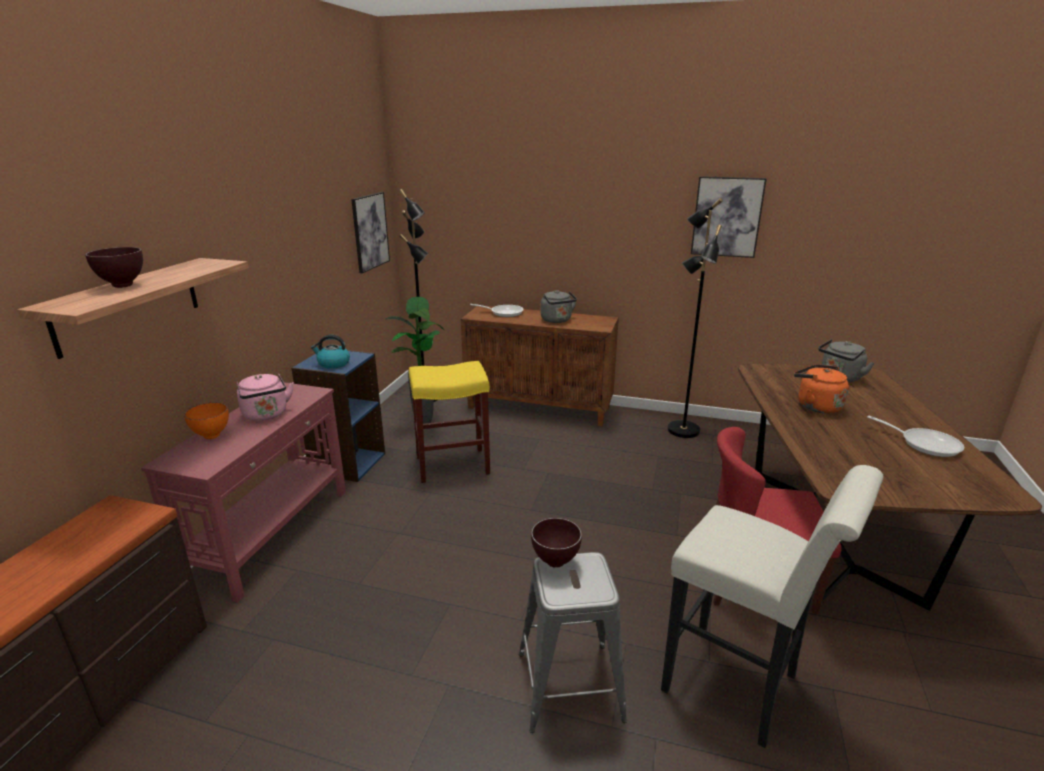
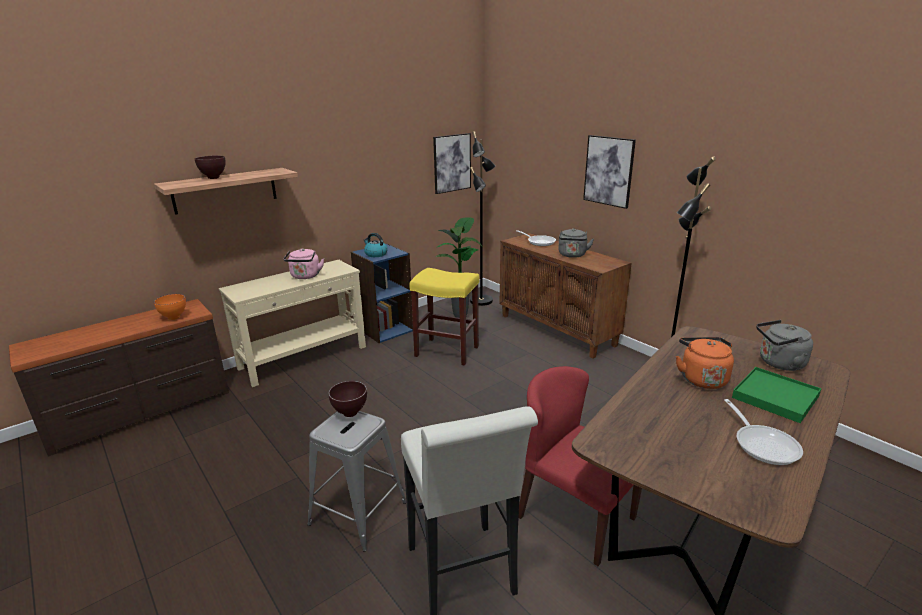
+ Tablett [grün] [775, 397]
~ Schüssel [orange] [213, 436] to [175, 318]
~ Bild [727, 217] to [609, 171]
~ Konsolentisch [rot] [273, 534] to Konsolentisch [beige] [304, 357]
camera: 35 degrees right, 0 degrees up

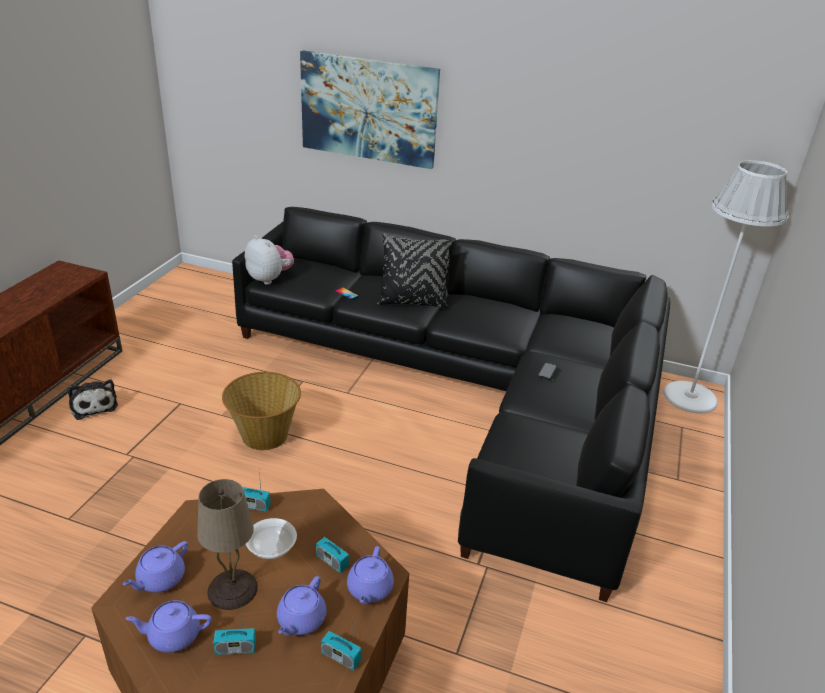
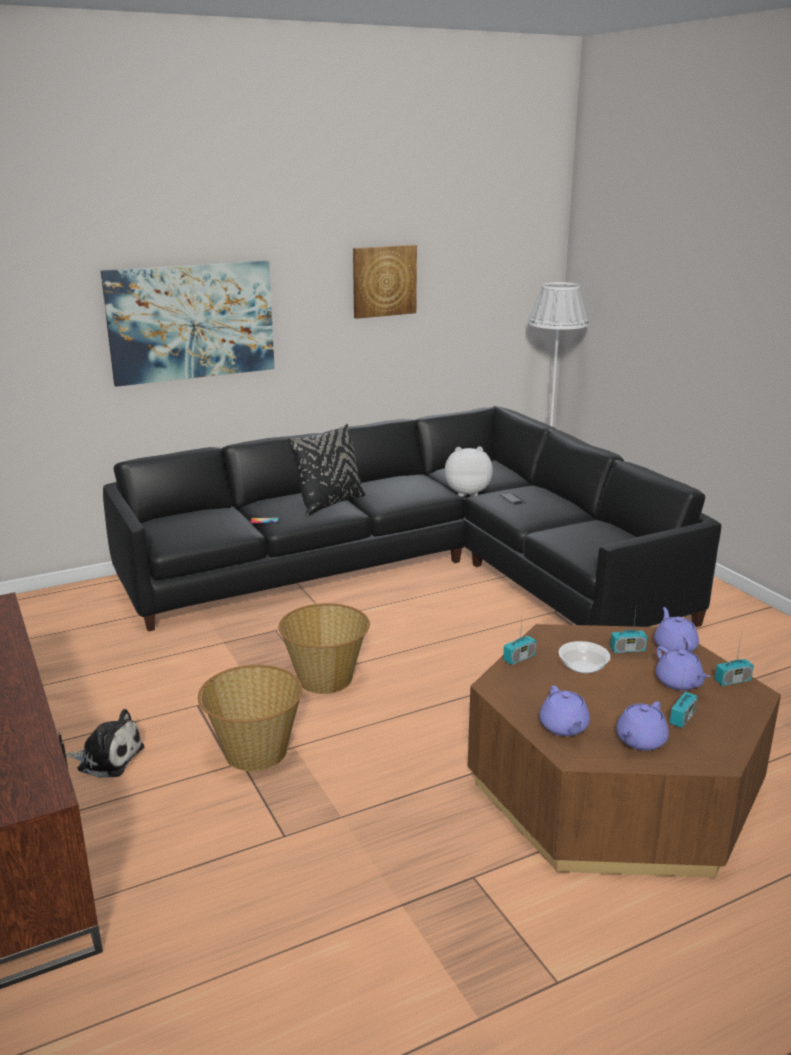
- Tischlampe [beige] [231, 590]
+ Korb [254, 752]
+ Bild [384, 281]
~ Plüschtier [269, 279] to [467, 492]
~ Teekanne [lila] [369, 589] = [674, 646] 150 degrees counterclockwise
camera: 45 degrees left, 10 degrees down

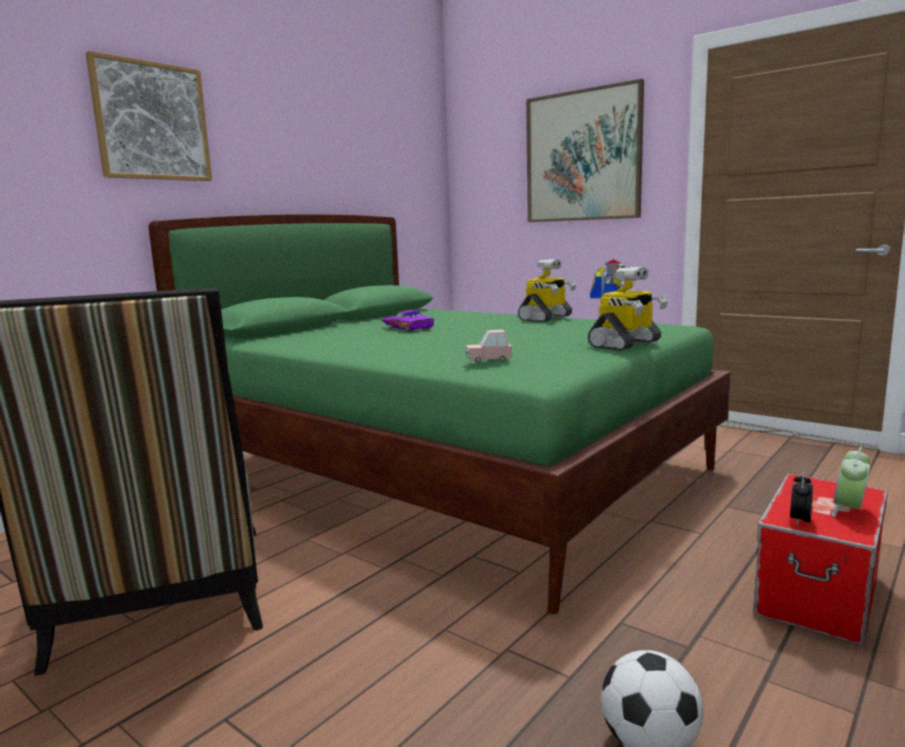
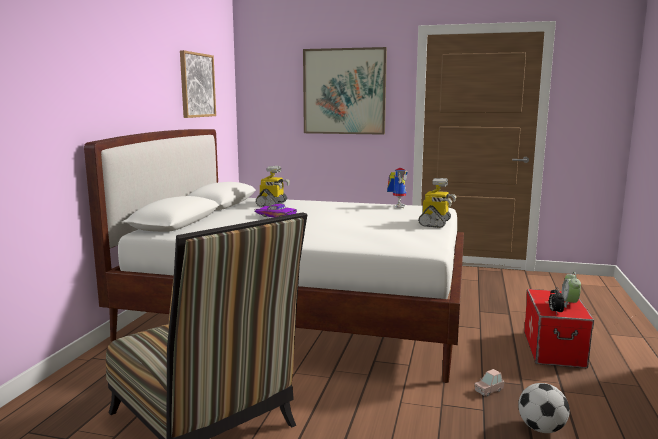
~ Bild [151, 122] to [197, 85]
~ Spielzeugauto [rosa] [489, 360] to [488, 391]
~ Spielzeugroboter [546, 318] to [272, 204]
~ Bett [grün] [446, 471] to Bett [weiß] [303, 312]
camera: 25 degrees left, 0 degrees up

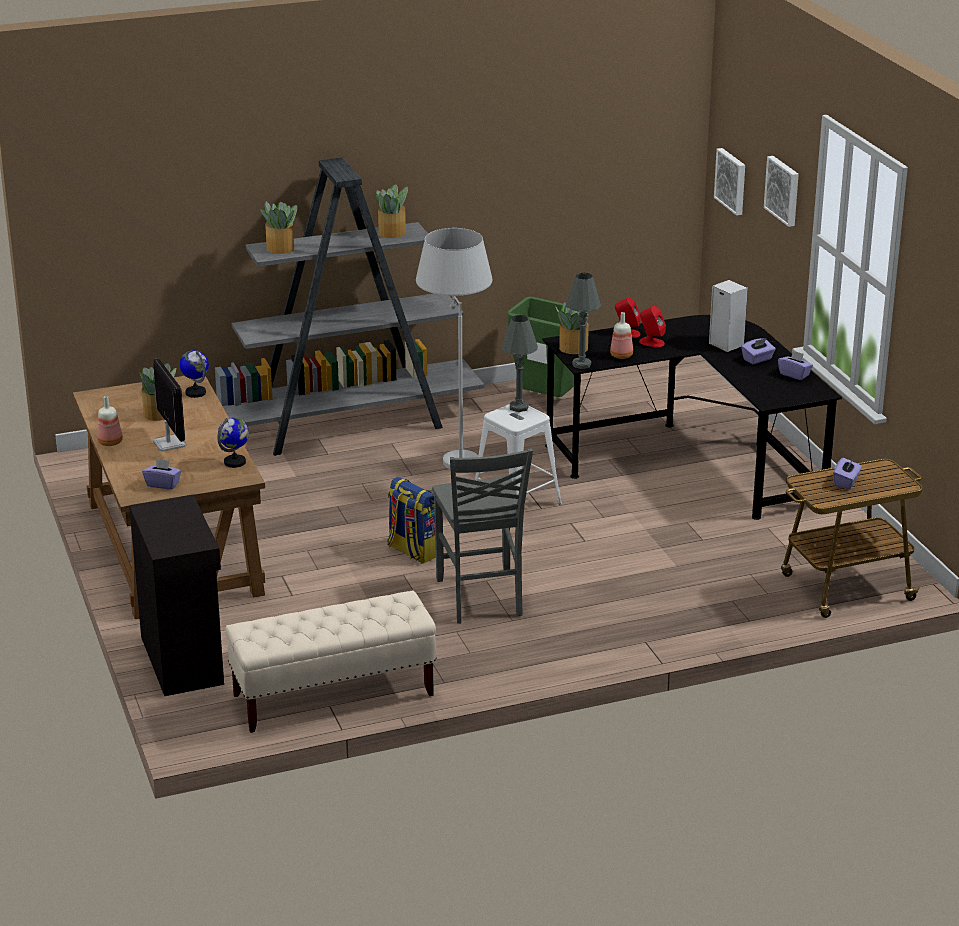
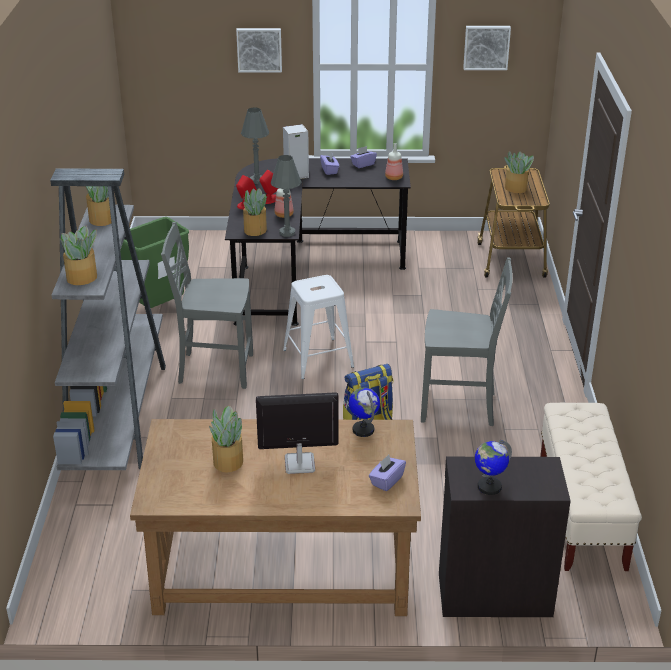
~ Flasche [110, 442] to [393, 177]
~ Globus [195, 392] to [489, 487]
~ Tischlampe [grau] [519, 407] to [257, 180]
~ Bild [732, 181] to [486, 47]
~ Stehlampe [weiß] [455, 453] to Stuhl [grau] [214, 369]
~ Taschentuchbox [lila] [846, 482] to Topfpflanze [516, 188]
camera: 70 degrees left, 5 degrees up

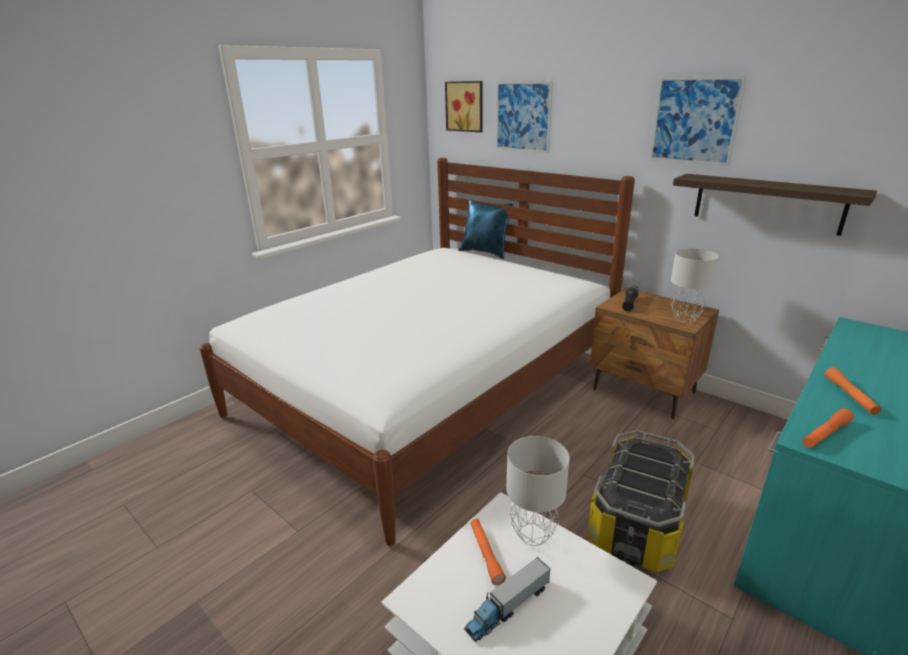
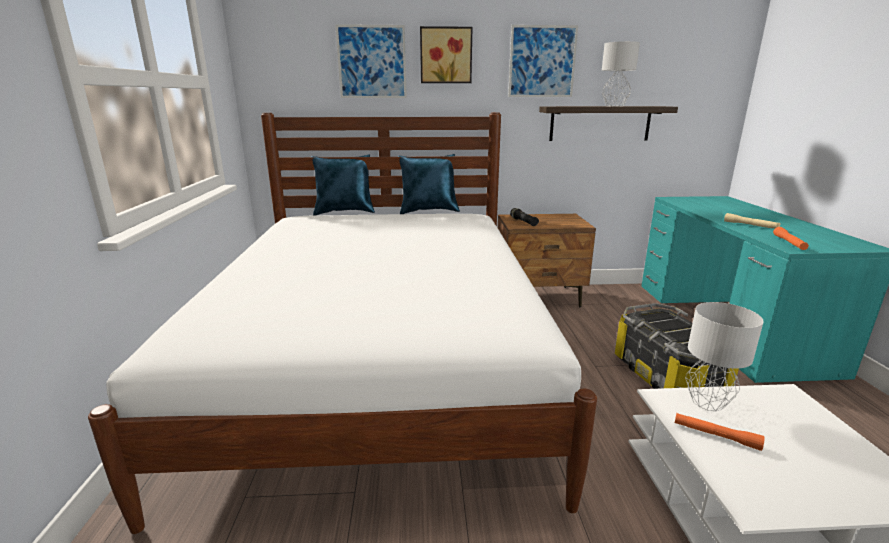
- Spielzeuglaster [508, 607]
+ Kissen [blau] [429, 211]
~ Bild [465, 106] to [445, 55]
~ Tischlampe [grau] [685, 318] to [615, 106]
~ Taschenlampe [orange] [850, 396] to Taschenlampe [beige] [750, 225]
camera: 45 degrees left, 5 degrees down

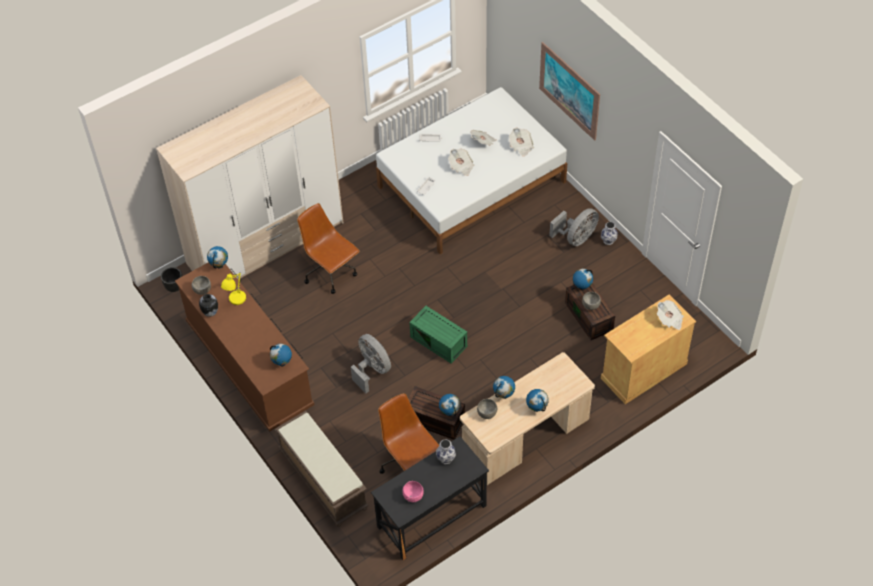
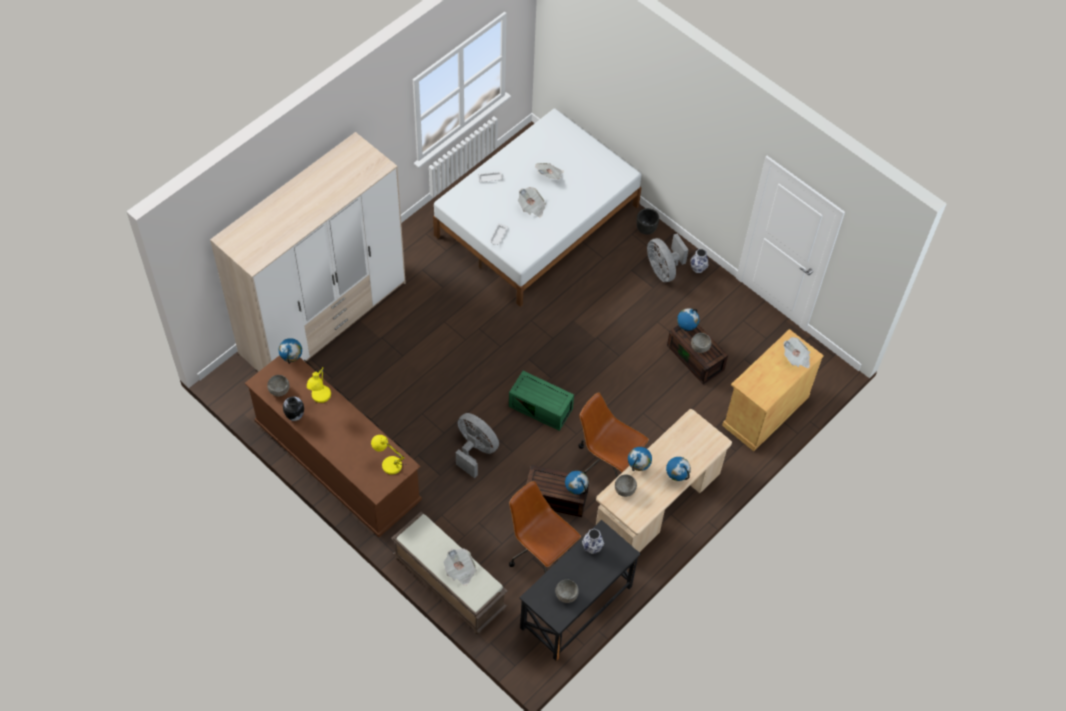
- Bild [569, 90]
~ Pflanzkübel [schwarz] [174, 287] to [646, 229]
~ Bürostuhl [braun] [331, 273] to [607, 462]
~ Zeitung [521, 146] to [460, 570]
~ Globus [282, 363] to Tischlampe [gelb] [389, 464]
~ Schüssel [rosa] [413, 496] to Schüssel [grau] [566, 595]
~ Ventilator [grau] [576, 238] = [663, 269] 120 degrees clockwise
camera: 15 degrees left, 5 degrees up

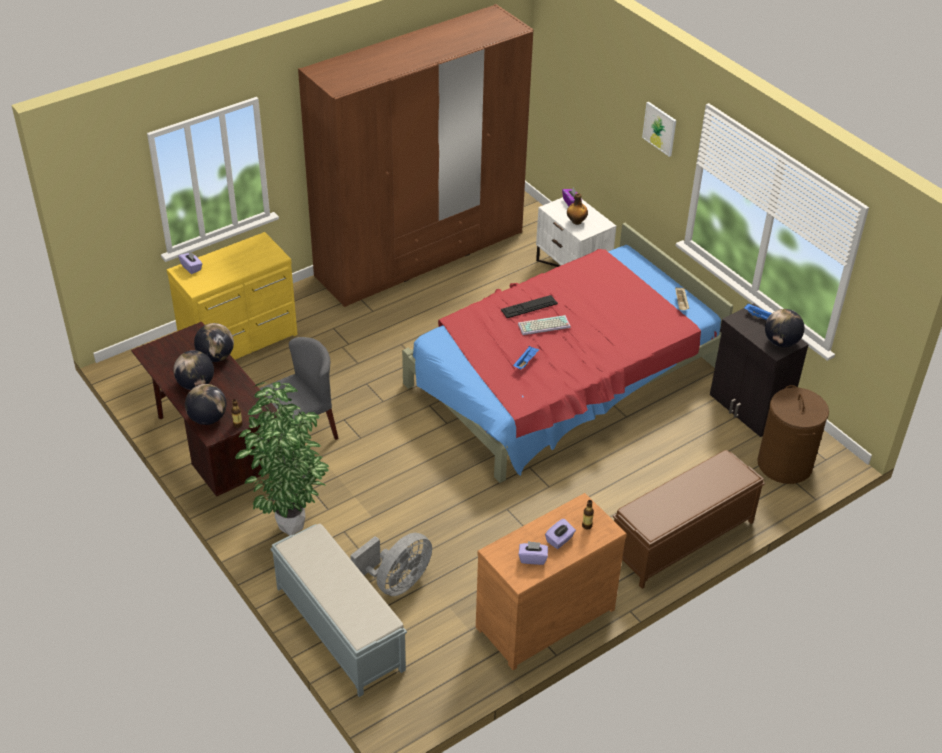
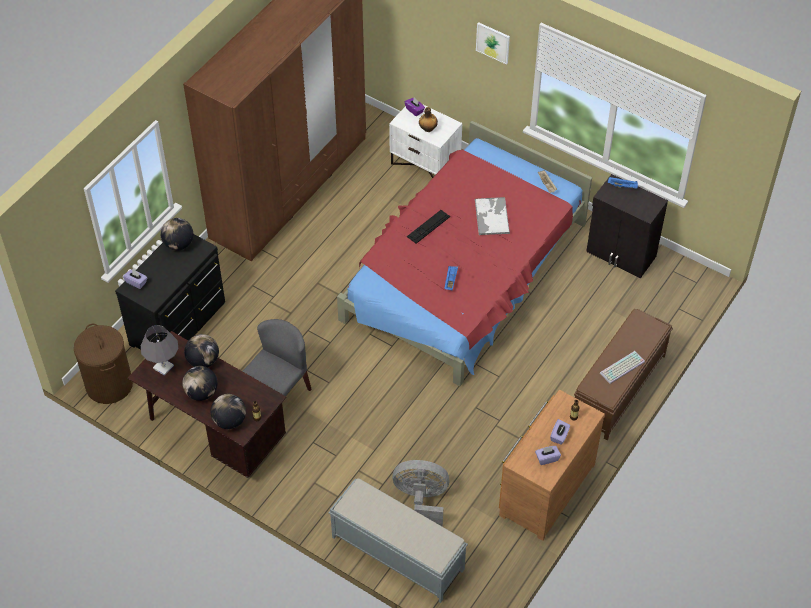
- Topfpflanze [290, 529]
+ Tischlampe [grau] [163, 367]
+ Tablett [491, 216]
~ Tastatur [543, 326] to [622, 368]
~ Wäschekorb [braun] [785, 464] to [109, 385]
~ Globus [781, 342] to [178, 244]
~ Kommode [gelb] [241, 341] to Kommode [schwarz] [180, 323]
~ Ventilator [grau] [396, 582] = [422, 500] 105 degrees counterclockwise
camera: 20 degrees left, 10 degrees up

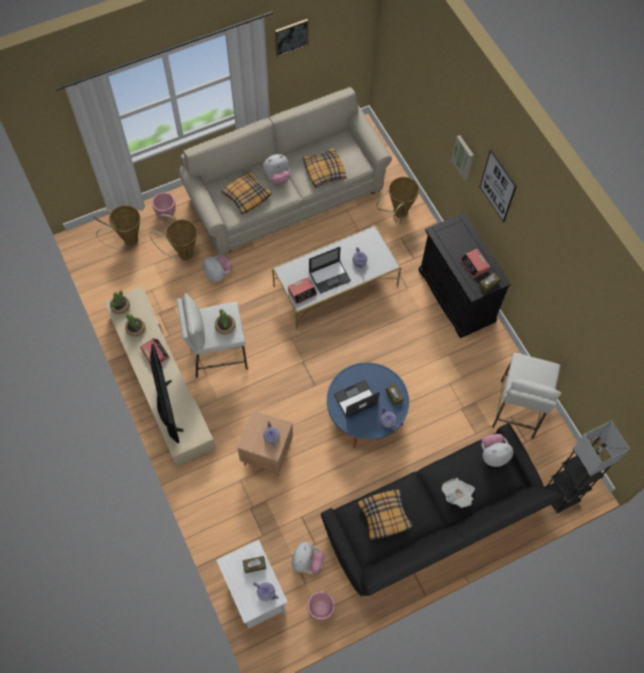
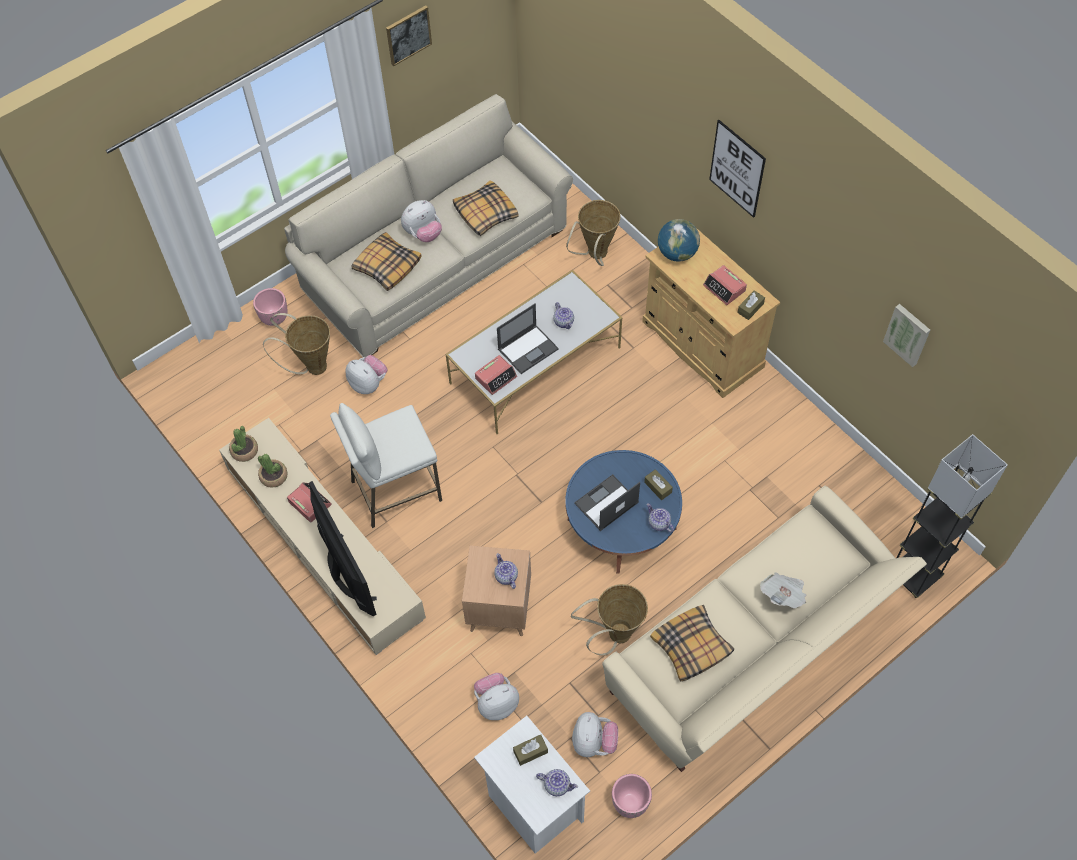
- Topfpflanze [225, 326]
- Hocker [weiß] [517, 409]
+ Globus [677, 253]
~ Korb [127, 241] to [614, 636]
~ Bild [463, 157] to [908, 334]
~ Plüschtier [493, 454] to [496, 703]
~ Sofa [schwarz] [432, 525] to Sofa [beige] [752, 652]
~ Schrank [schwarz] [456, 296] to Schrank [beige] [702, 344]
camera: 10 degrees left, 5 degrees down

